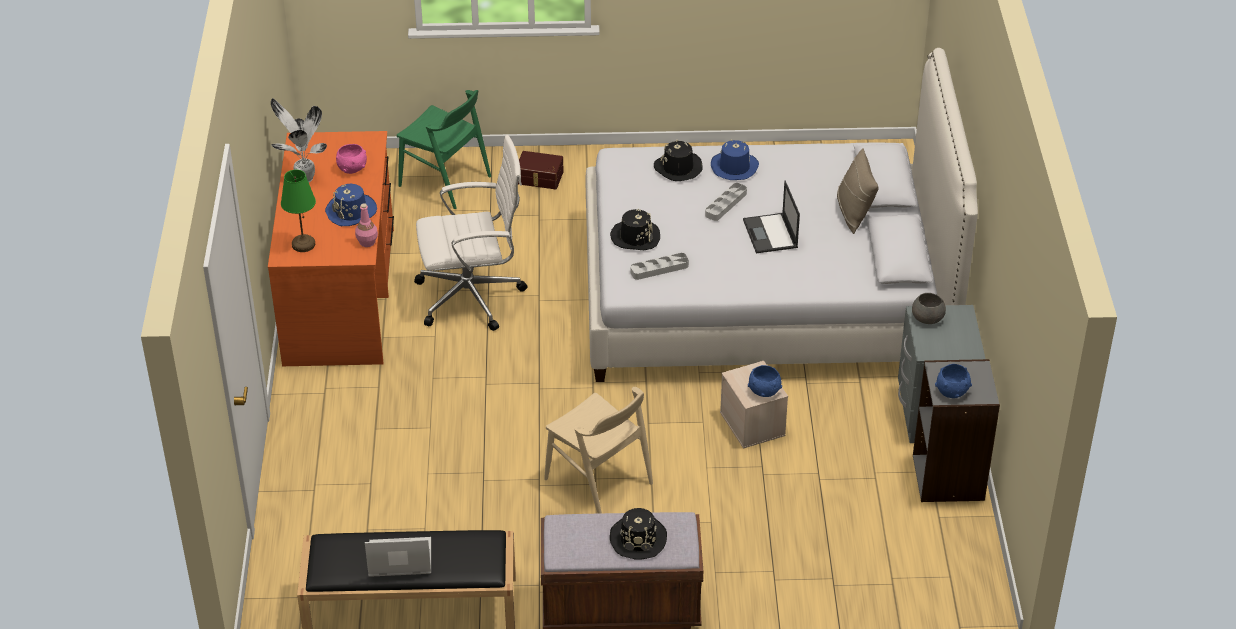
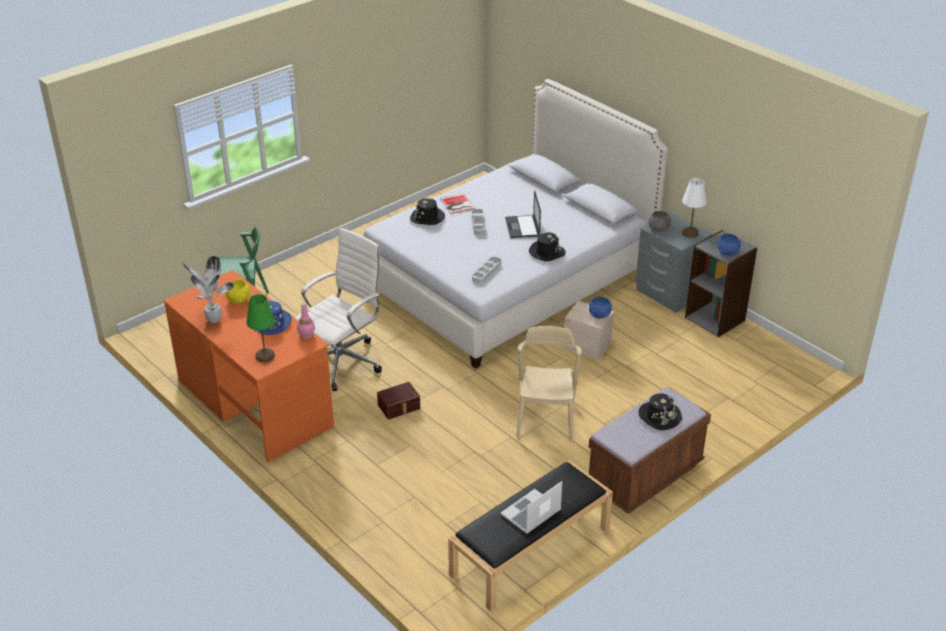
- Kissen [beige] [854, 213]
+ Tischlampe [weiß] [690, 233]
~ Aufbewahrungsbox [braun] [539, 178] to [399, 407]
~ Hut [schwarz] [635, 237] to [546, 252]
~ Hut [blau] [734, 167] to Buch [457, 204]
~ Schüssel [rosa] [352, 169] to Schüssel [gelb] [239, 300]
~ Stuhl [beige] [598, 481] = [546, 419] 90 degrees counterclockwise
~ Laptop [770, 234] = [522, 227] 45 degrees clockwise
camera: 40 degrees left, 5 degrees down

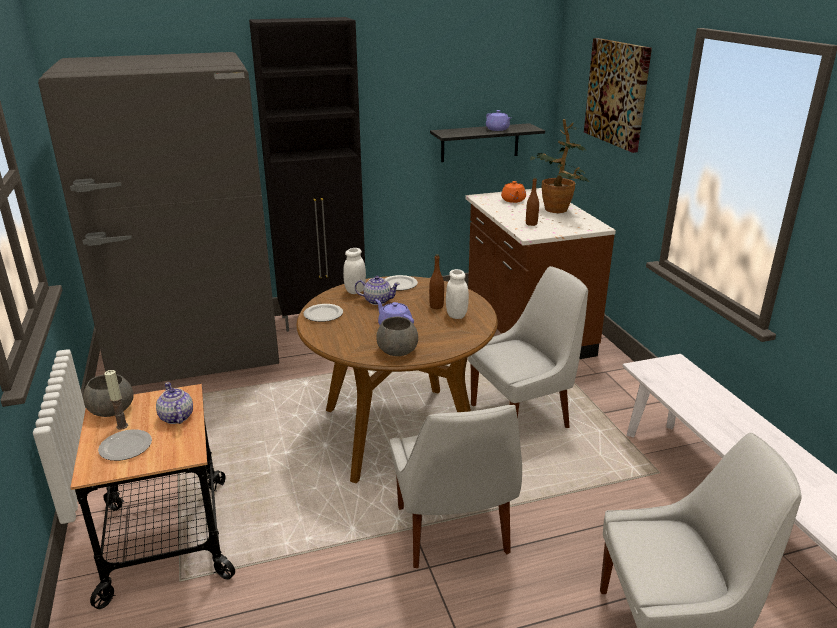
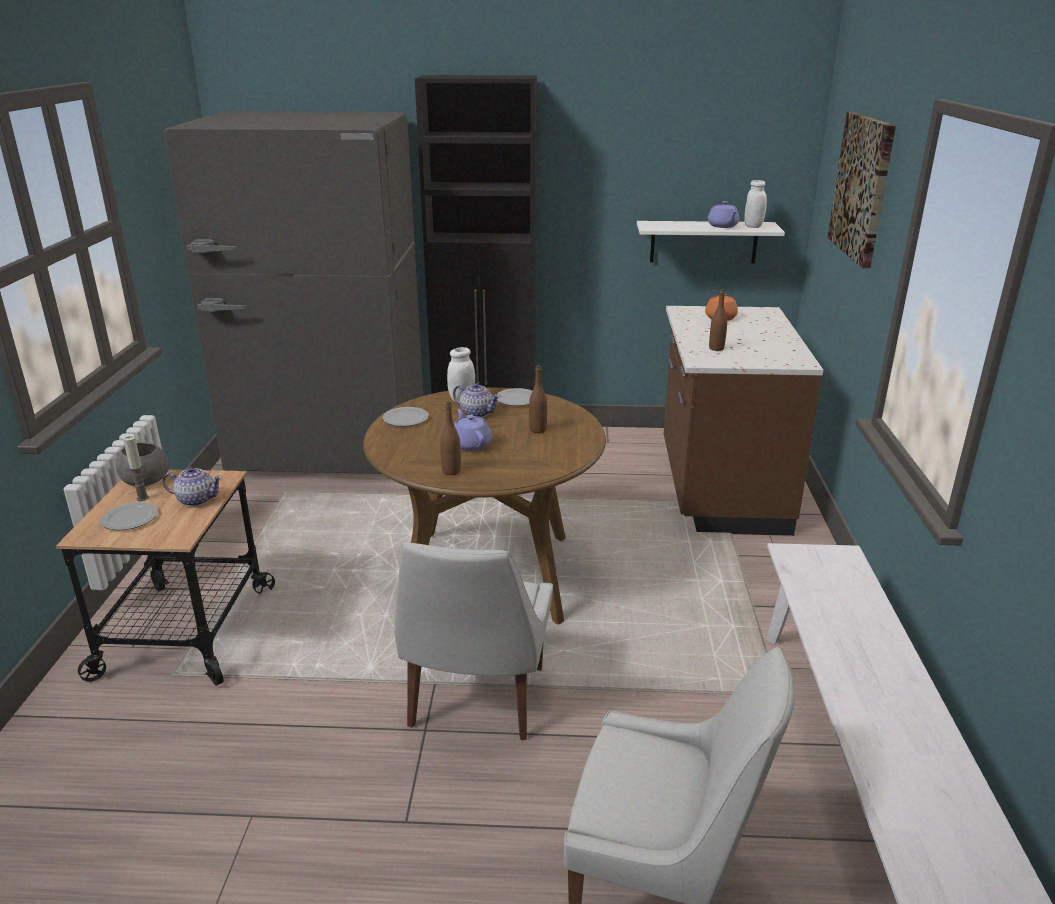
- Stuhl [weiß] [523, 415]
- Topfpflanze [557, 211]
~ Vorratsglas [weiß] [456, 315] to [753, 226]
~ Schüssel [grau] [398, 351] to Flasche [braun] [451, 471]
~ Wandregal [schwarz] [480, 142] to Wandregal [weiß] [703, 242]
~ Teekanne [176, 417] = [196, 500] 105 degrees clockwise
camera: 20 degrees right, 0 degrees up

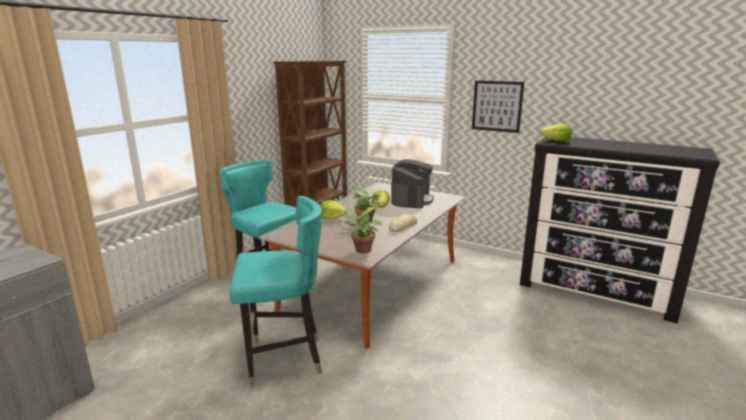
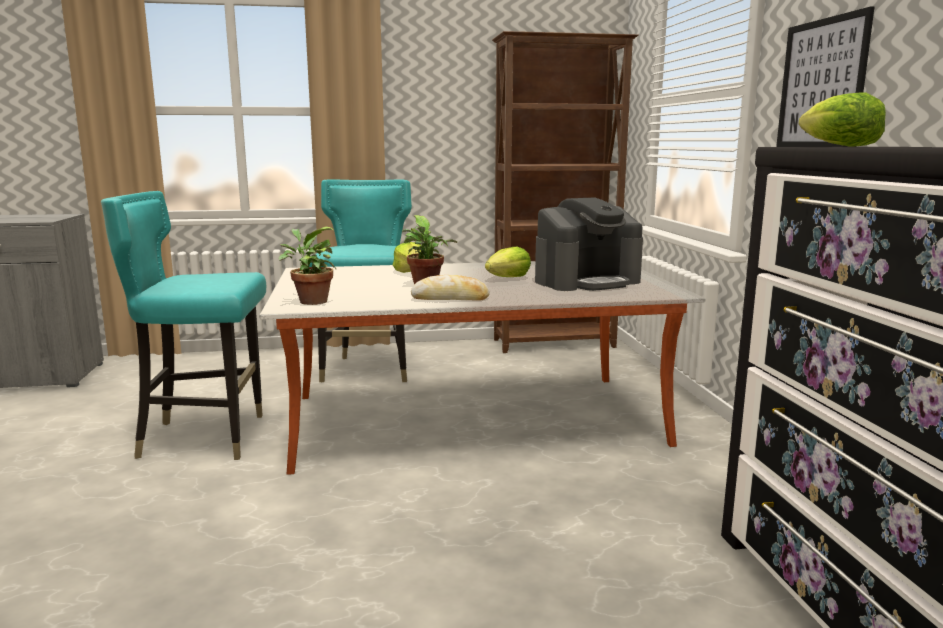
~ Stuhl [türkis] [284, 360] = [205, 437] 135 degrees clockwise
camera: 50 degrees right, 5 degrees down

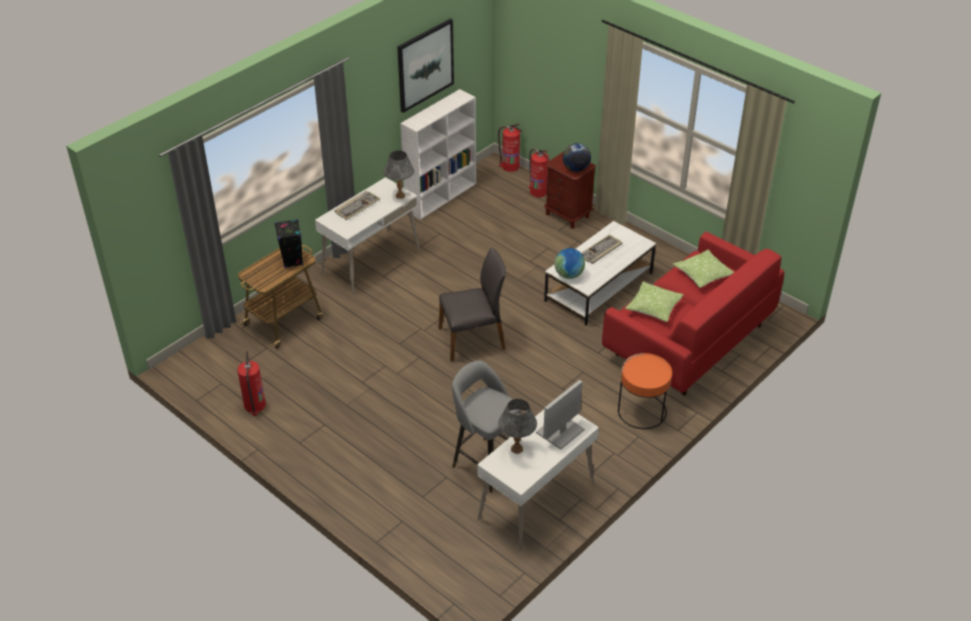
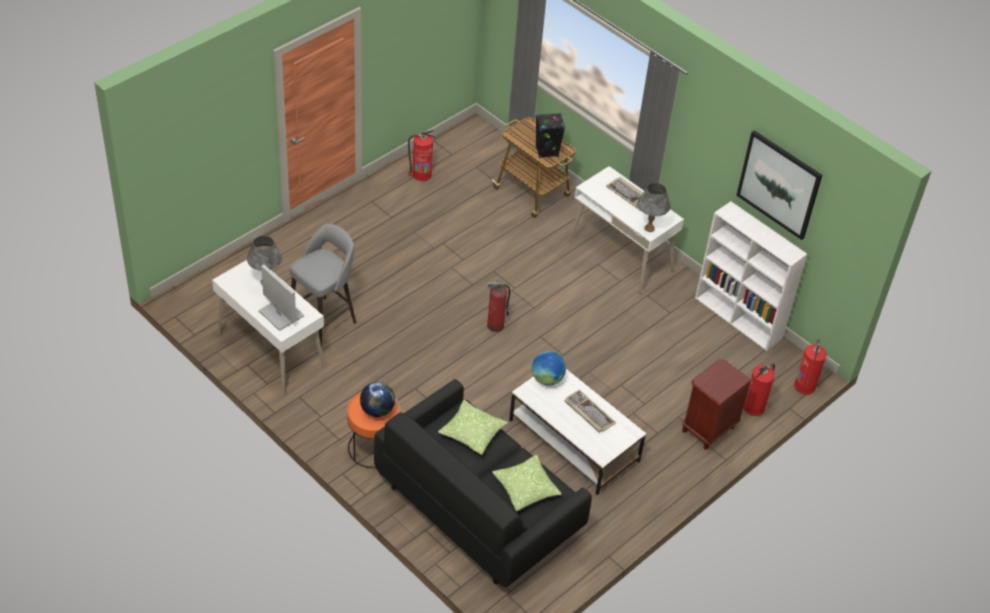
~ Globus [576, 169] to [377, 410]
~ Stuhl [grau] [473, 339] to Feuerlöscher [495, 325]
~ Sofa [rot] [688, 340] to Sofa [schwarz] [478, 508]
camera: 90 degrees right, 5 degrees up

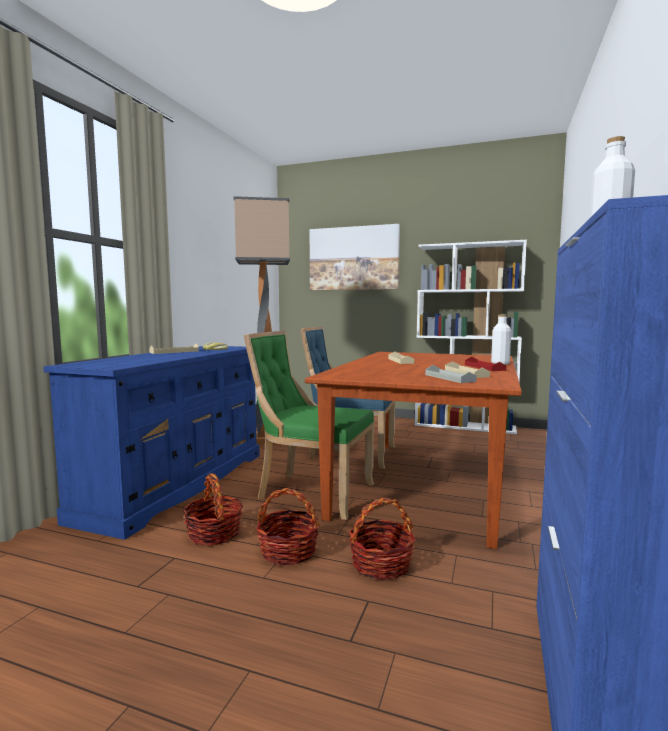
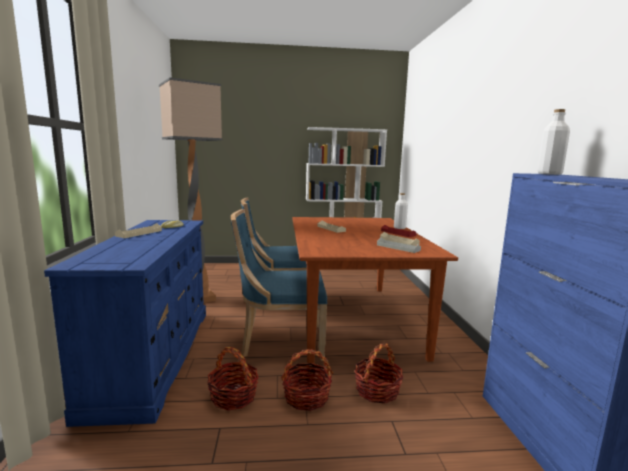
- Bild [353, 258]
~ Stuhl [grün] [311, 493] to Stuhl [blau] [279, 342]
camera: 25 degrees left, 5 degrees up

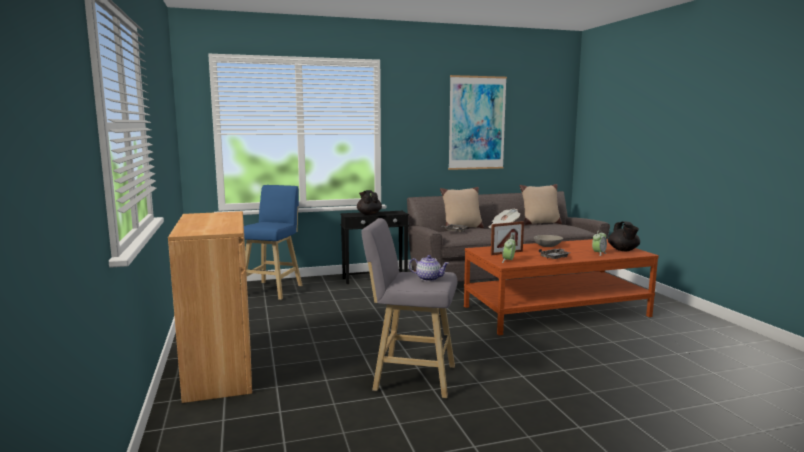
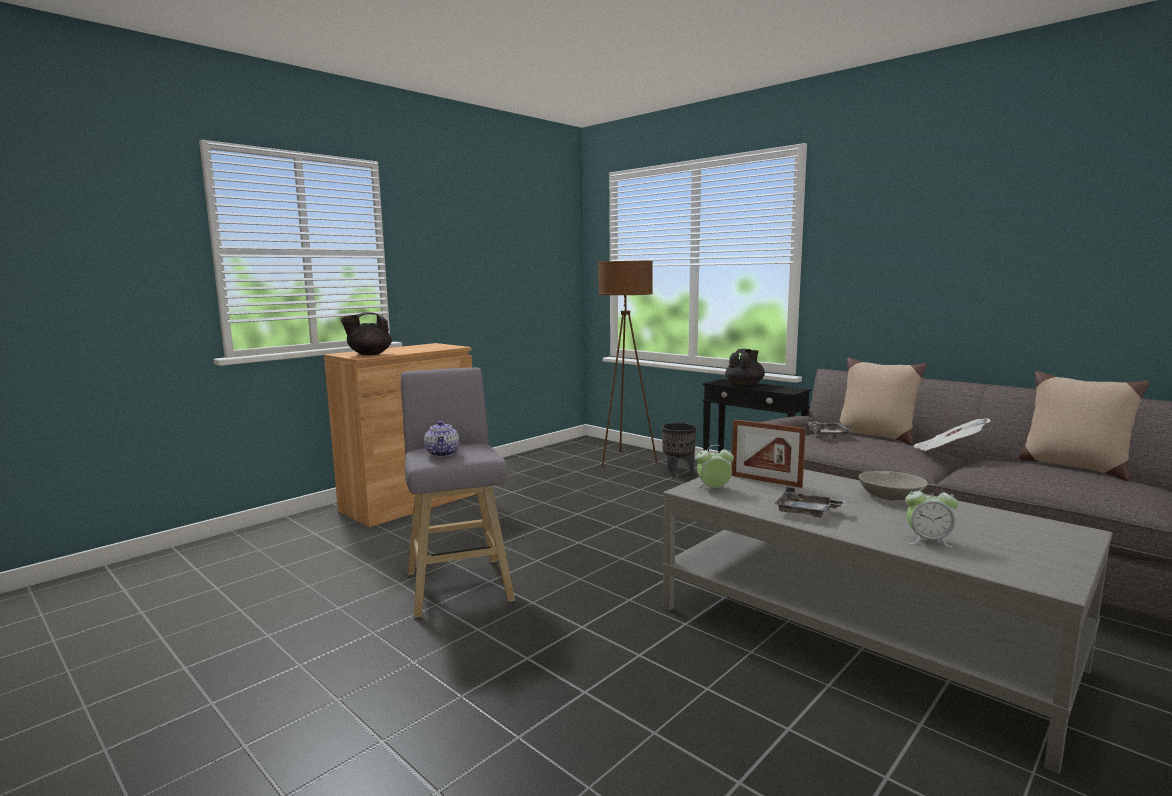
- Bild [477, 123]
+ Pflanzkübel [schwarz] [678, 473]
~ Teekanne [schwarz] [623, 250] to [369, 354]
~ Hocker [blau] [273, 290] to Stehlampe [braun] [625, 460]
~ Couchtisch [braun] [556, 311] to Couchtisch [grau] [858, 636]
camera: 60 degrees right, 0 degrees up

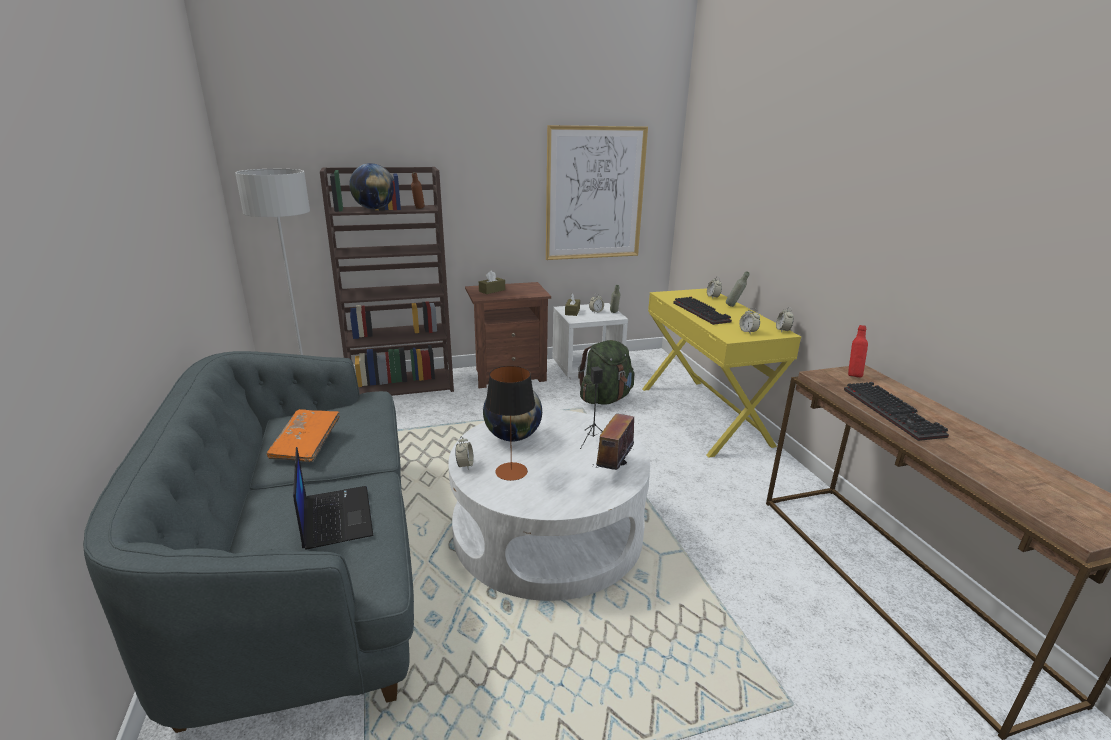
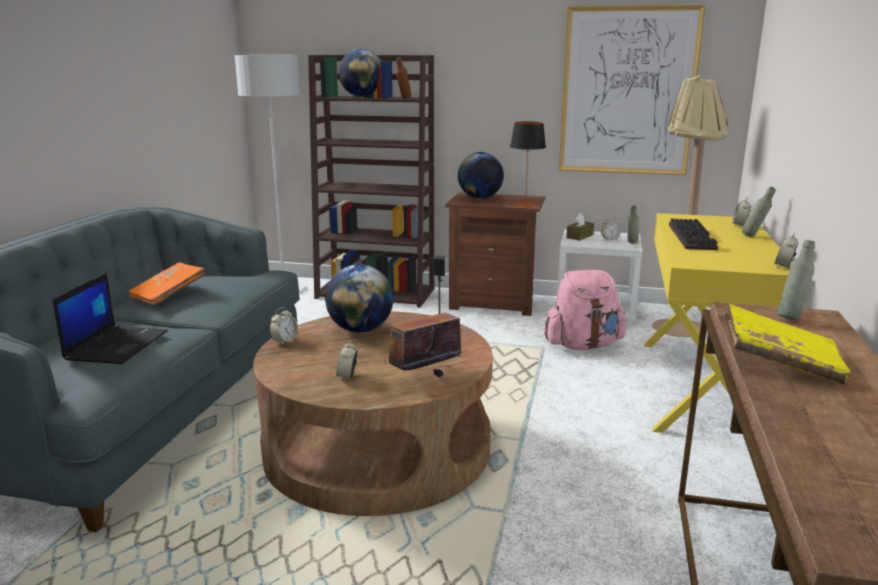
+ Stehlampe [beige] [677, 324]
~ Tischlampe [511, 471] to [525, 204]
~ Wecker [748, 332] to [347, 376]
~ Taschentuchbox [braun] [492, 290] to Globus [480, 198]
~ Tastatur [895, 413] to Buch [gelb] [779, 362]
~ Couchtisch [weiß] [548, 529] to Couchtisch [braun] [377, 447]
~ Rucksack [grün] [605, 399] to Rucksack [rosa] [583, 345]
~ Flasche [rot] [853, 375] to Flasche [grau] [791, 317]
camera: 30 degrees right, 5 degrees down

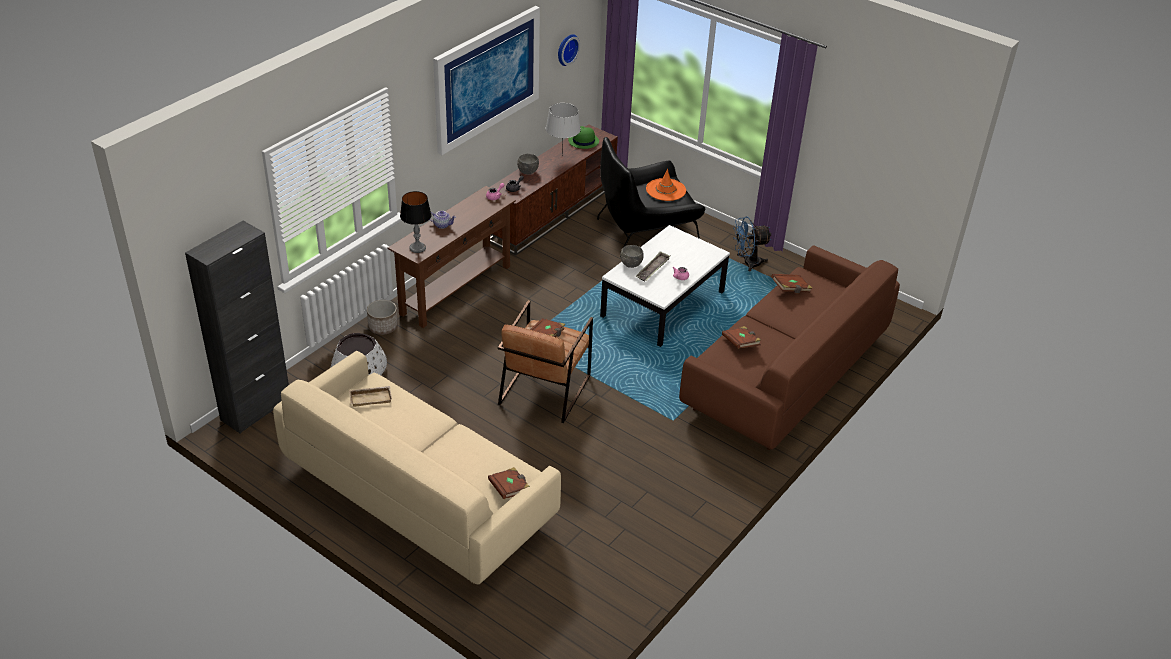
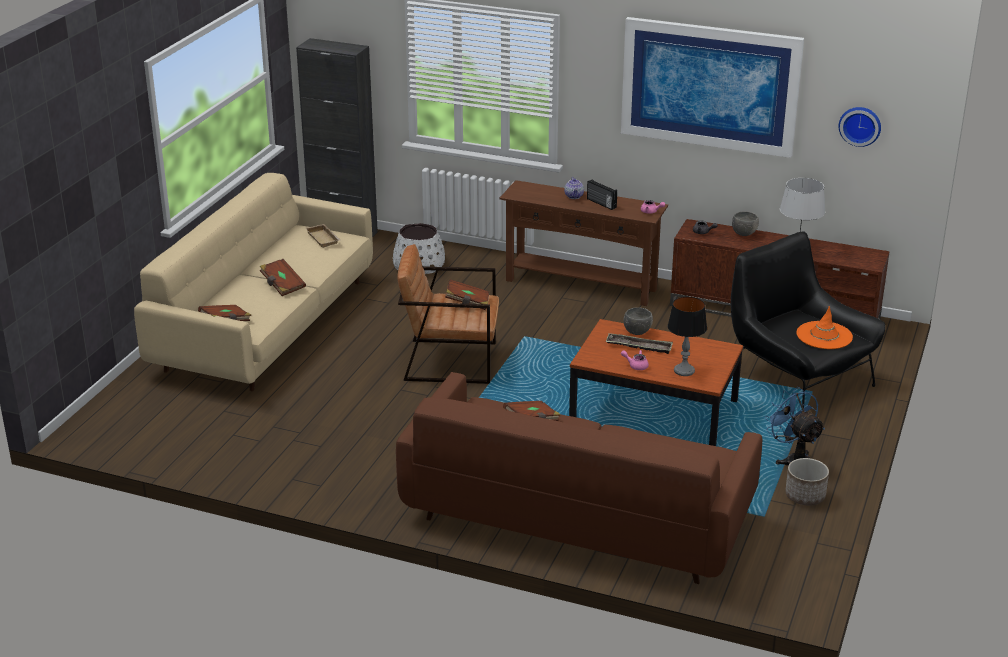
- Hut [grün] [583, 141]
+ Radio [601, 203]
~ Pflanzkübel [383, 327] to [804, 496]
~ Tischlampe [417, 248] to [684, 371]
~ Buch [braun] [790, 289] to [282, 285]
~ Couchtisch [weiß] [663, 304] to Couchtisch [braun] [653, 410]
camera: 75 degrees right, 10 degrees down

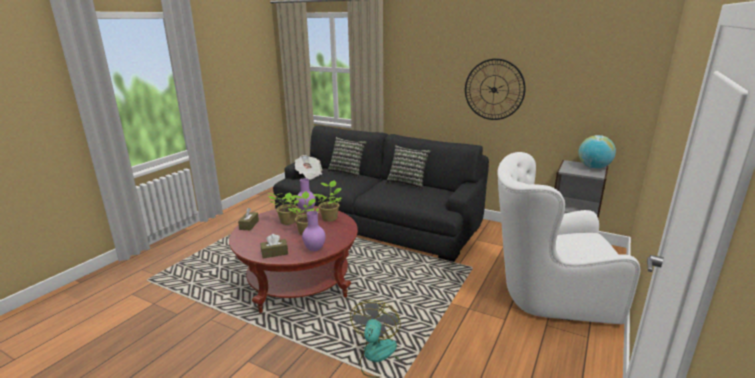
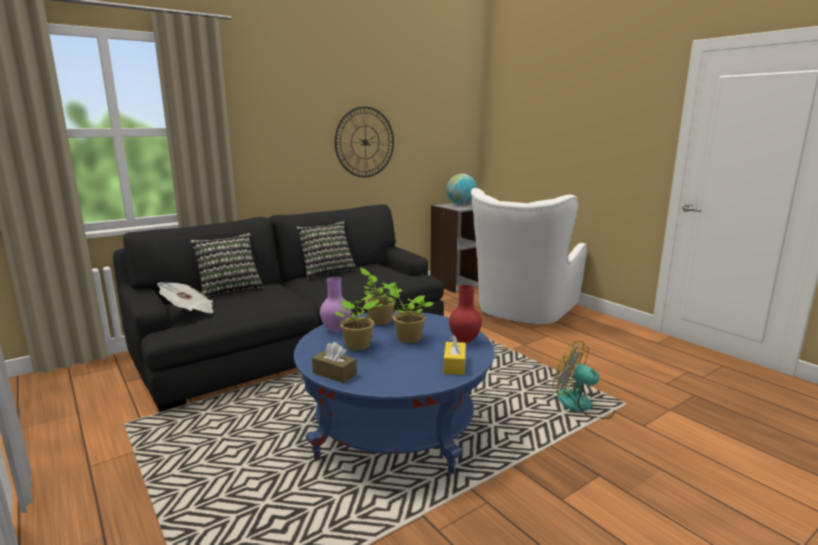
~ Couchtisch [rot] [299, 281] to Couchtisch [blau] [395, 427]
~ Taschentuchbox [braun] [274, 253] to Taschentuchbox [gelb] [454, 365]
~ Vase [lila] [314, 249] to Vase [rot] [464, 341]
camera: 65 degrees left, 5 degrees down

